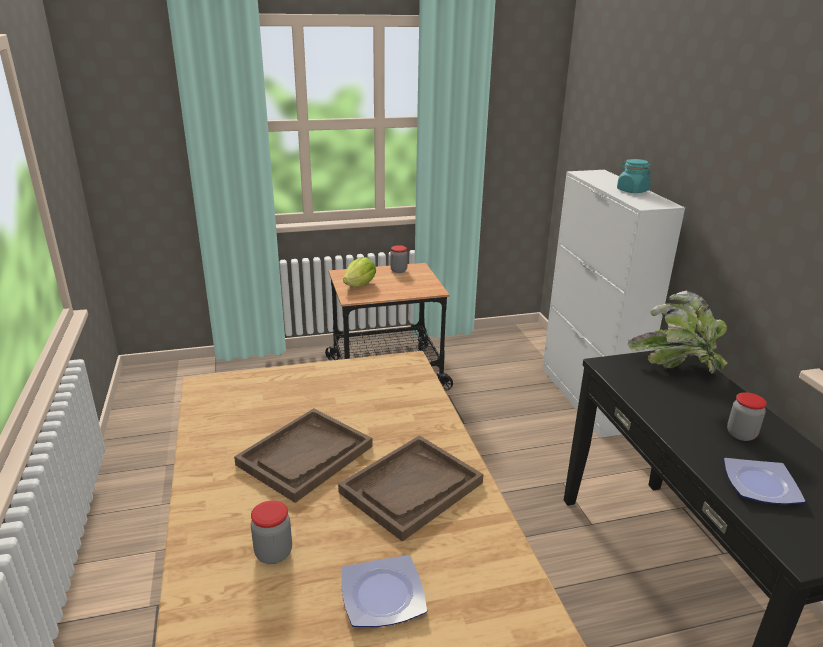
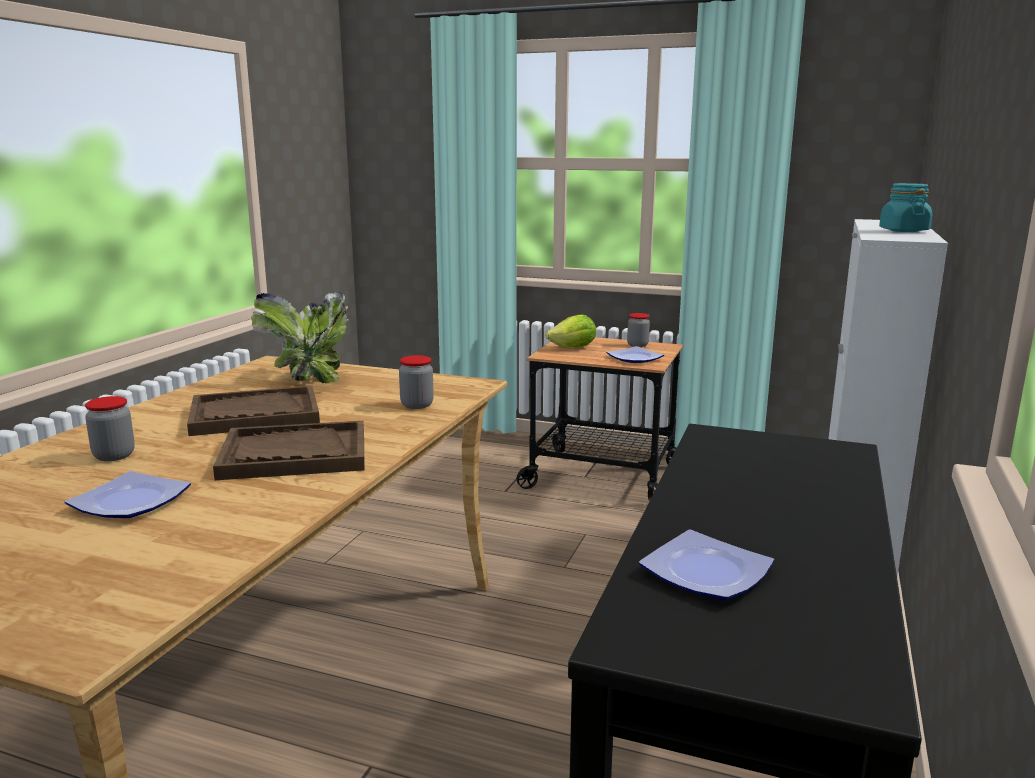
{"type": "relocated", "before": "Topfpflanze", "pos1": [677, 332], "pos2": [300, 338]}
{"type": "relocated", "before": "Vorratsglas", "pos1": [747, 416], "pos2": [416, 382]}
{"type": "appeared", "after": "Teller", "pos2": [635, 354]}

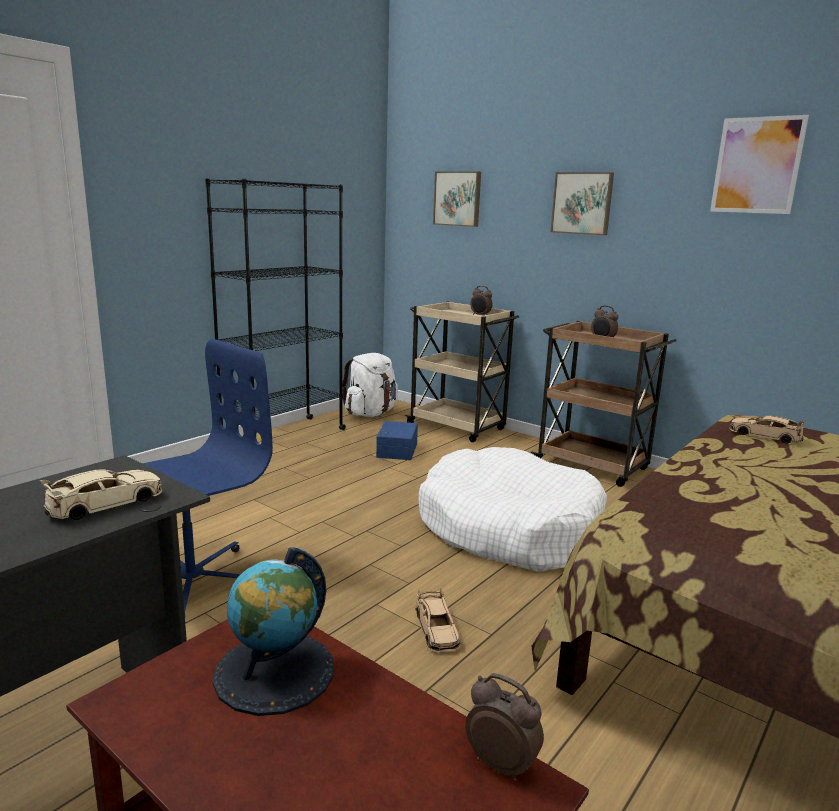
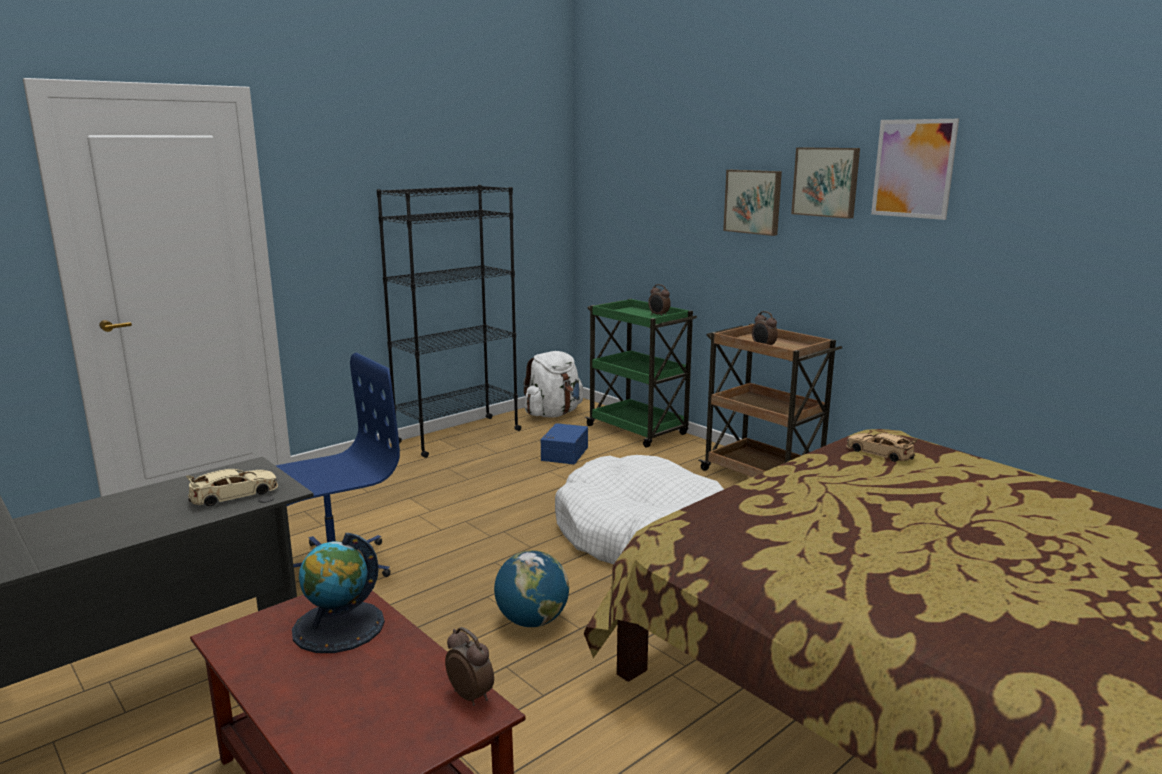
{"type": "exchanged", "before": "Spielzeugauto (beige)", "after": "Globus", "pos1": [438, 620], "pos2": [531, 588]}
{"type": "colour", "before": "Rollwagen (beige)", "after": "Rollwagen (grün)", "pos1": [462, 371], "pos2": [641, 373]}
{"type": "relocated", "before": "Bild", "pos1": [457, 199], "pos2": [825, 183]}

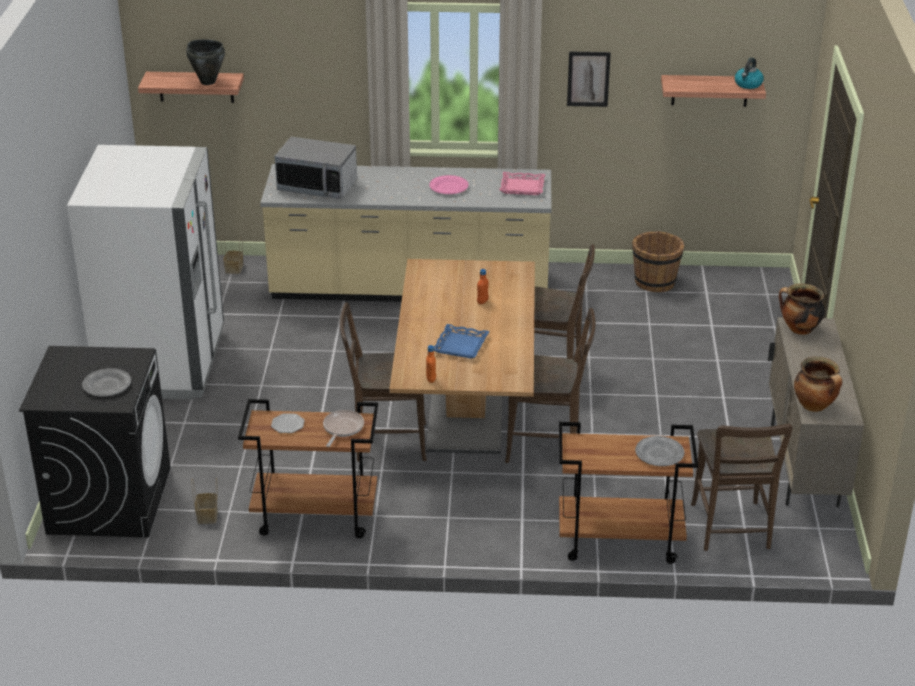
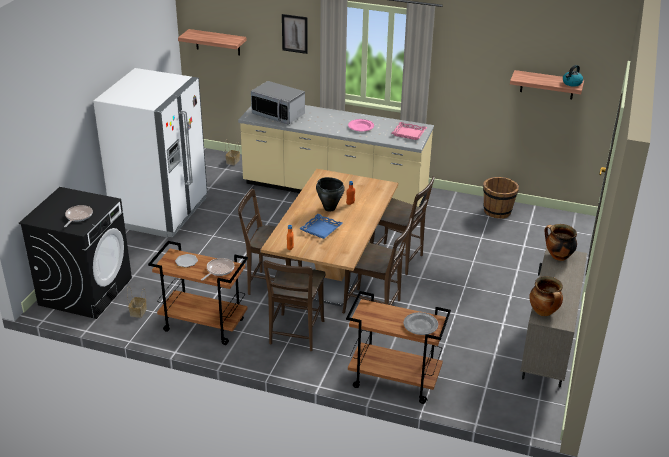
{"type": "exchanged", "before": "Teller (grau)", "after": "Pfanne", "pos1": [106, 382], "pos2": [78, 216]}
{"type": "relocated", "before": "Stuhl (braun)", "pos1": [742, 487], "pos2": [294, 305]}
{"type": "relocated", "before": "Bild", "pos1": [589, 79], "pos2": [295, 34]}
{"type": "relocated", "before": "Kochtopf (schwarz)", "pos1": [205, 62], "pos2": [330, 194]}

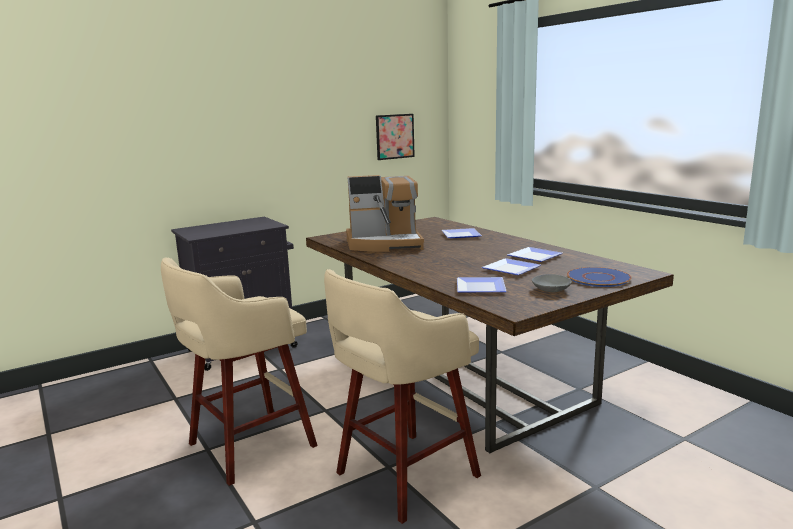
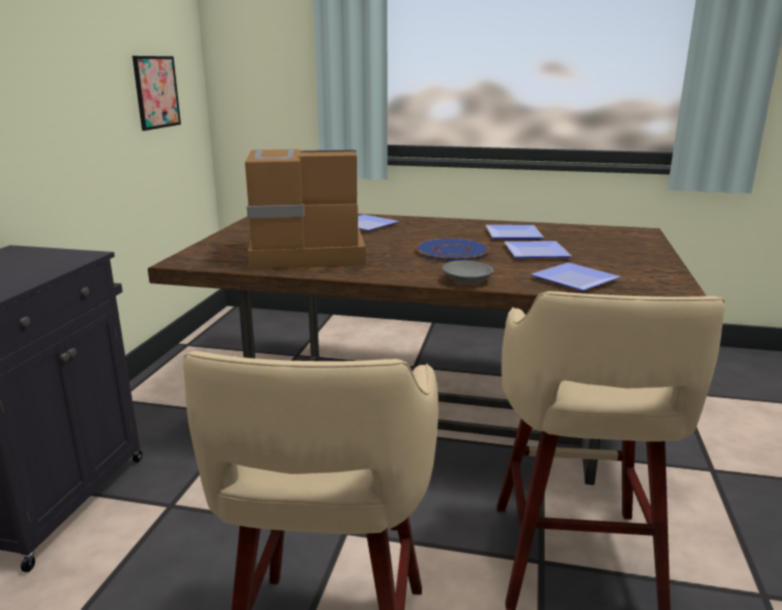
{"type": "spun", "before": "Kaffeemaschine", "pos1": [385, 213], "pos2": [305, 209], "turn": -135}
{"type": "relocated", "before": "Teller (blau)", "pos1": [599, 277], "pos2": [452, 249]}
{"type": "relocated", "before": "Schüssel (grau)", "pos1": [552, 283], "pos2": [468, 272]}

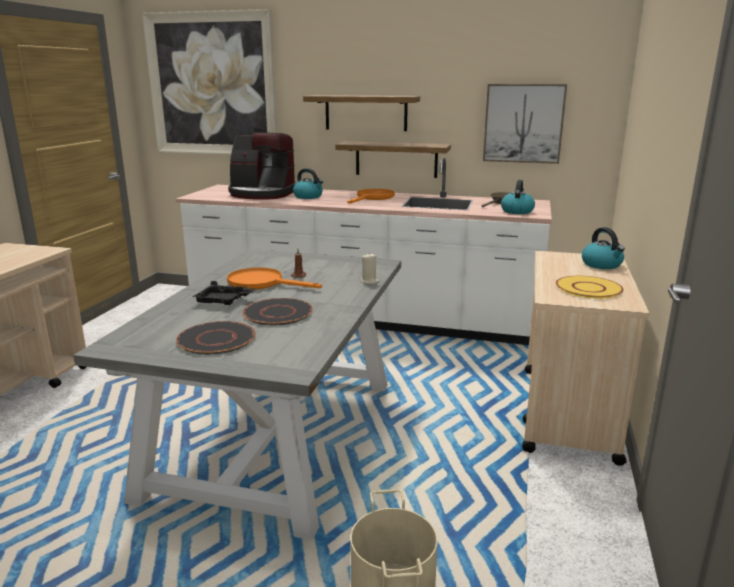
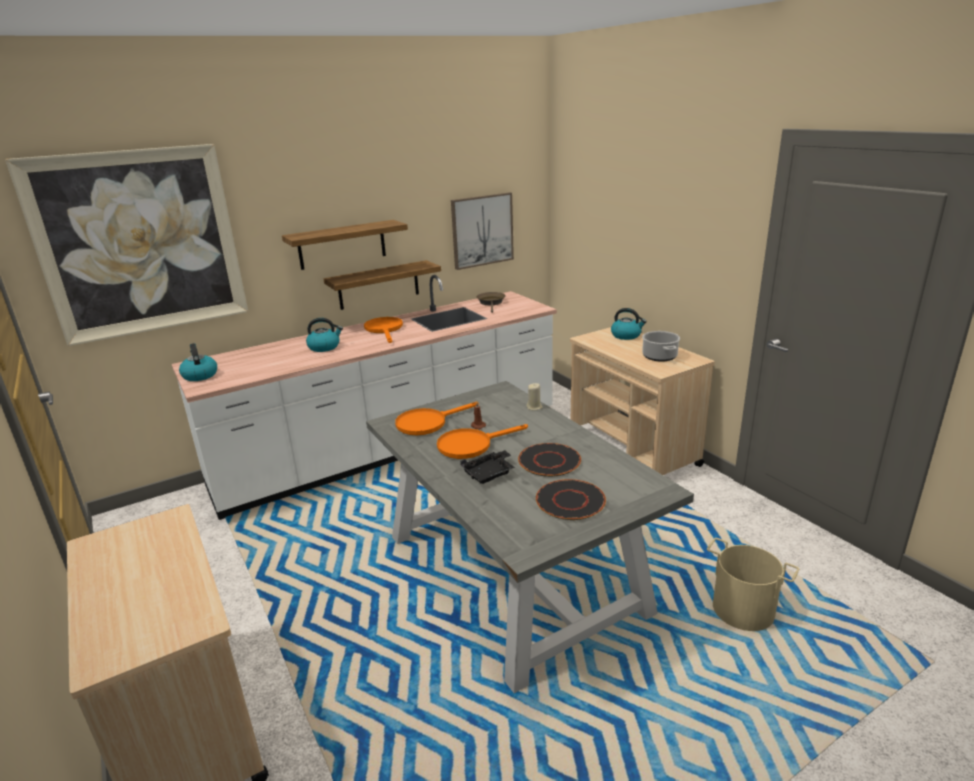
{"type": "relocated", "before": "Wasserkessel", "pos1": [518, 197], "pos2": [198, 362]}
{"type": "appeared", "after": "Pfanne (orange)", "pos2": [436, 418]}
{"type": "exchanged", "before": "Teller (gelb)", "after": "Kochtopf", "pos1": [590, 287], "pos2": [661, 346]}
{"type": "missing", "before": "Kaffeemaschine", "pos1": [262, 166]}

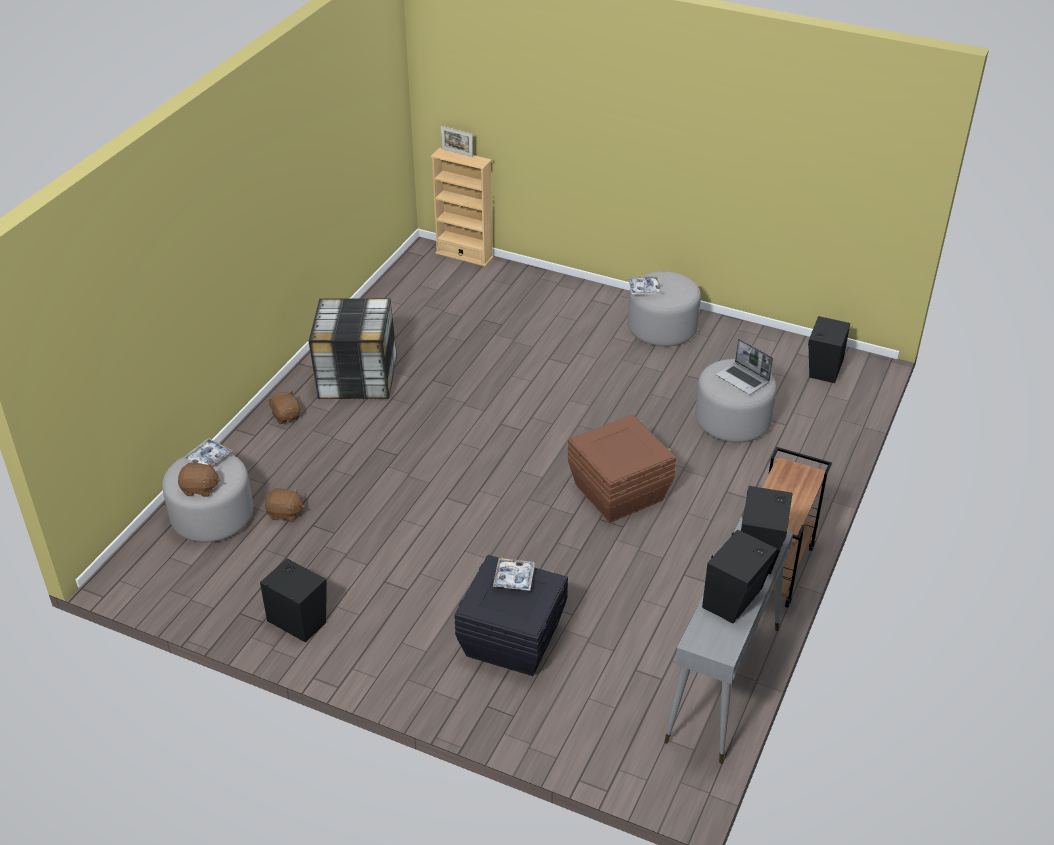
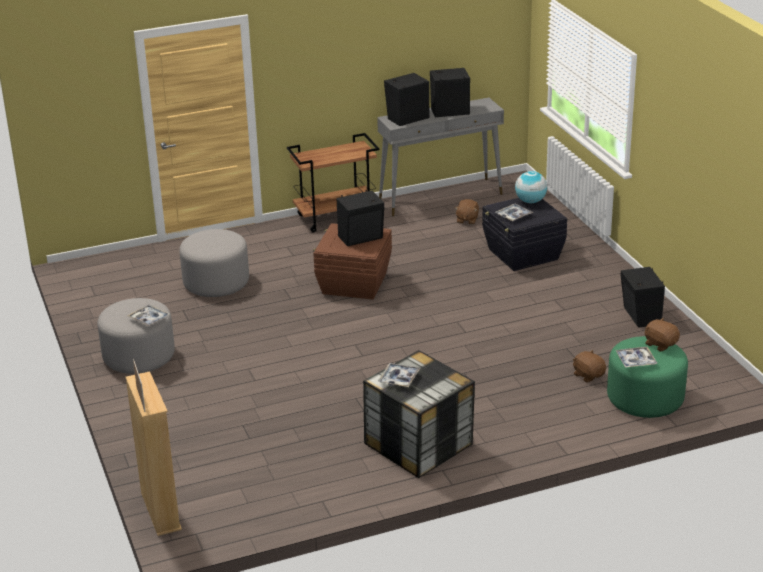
{"type": "relocated", "before": "Lautsprecher (schwarz)", "pos1": [829, 349], "pos2": [360, 218]}
{"type": "appeared", "after": "Tablett", "pos2": [399, 375]}
{"type": "relocated", "before": "Plüschtier (braun)", "pos1": [283, 407], "pos2": [467, 212]}
{"type": "appeared", "after": "Globus", "pos2": [531, 187]}
{"type": "colour", "before": "Polsterhocker (grau)", "after": "Polsterhocker (grün)", "pos1": [207, 497], "pos2": [647, 377]}
{"type": "missing", "before": "Laptop", "pos1": [744, 366]}

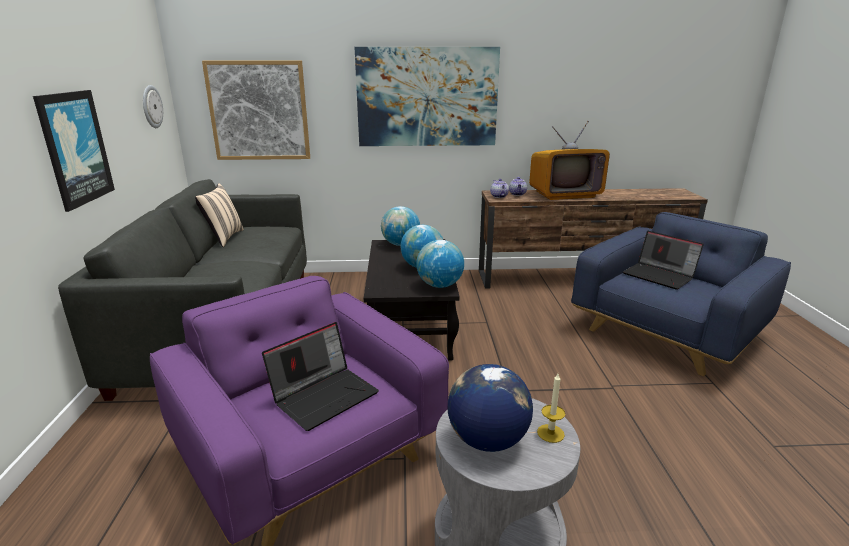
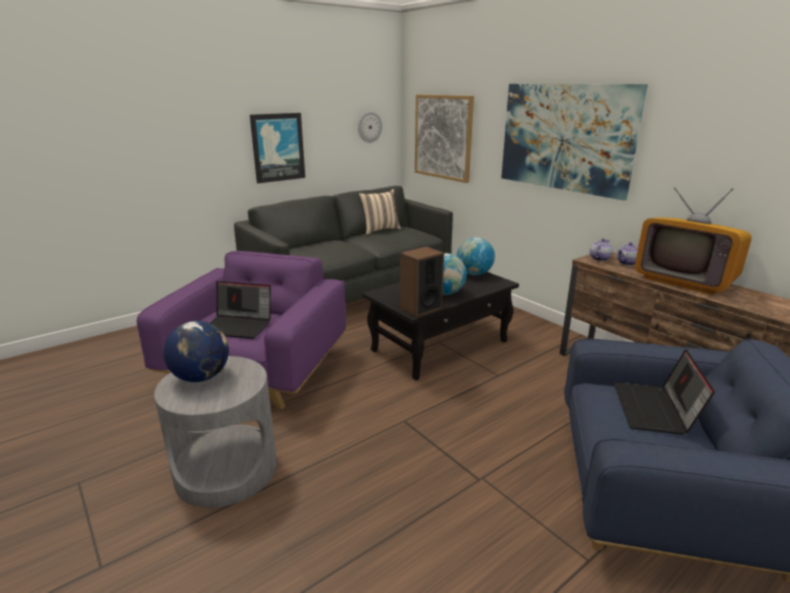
{"type": "exchanged", "before": "Globus", "after": "Lautsprecher", "pos1": [440, 264], "pos2": [422, 281]}
{"type": "missing", "before": "Kerze", "pos1": [551, 408]}

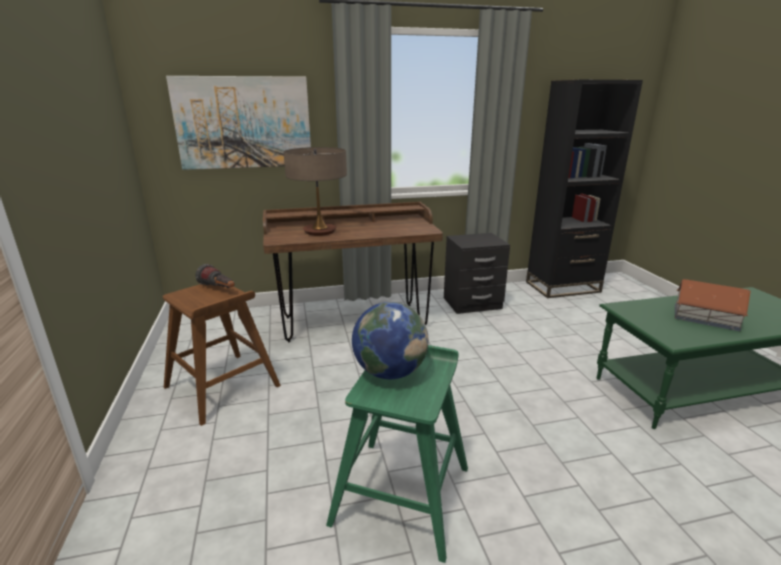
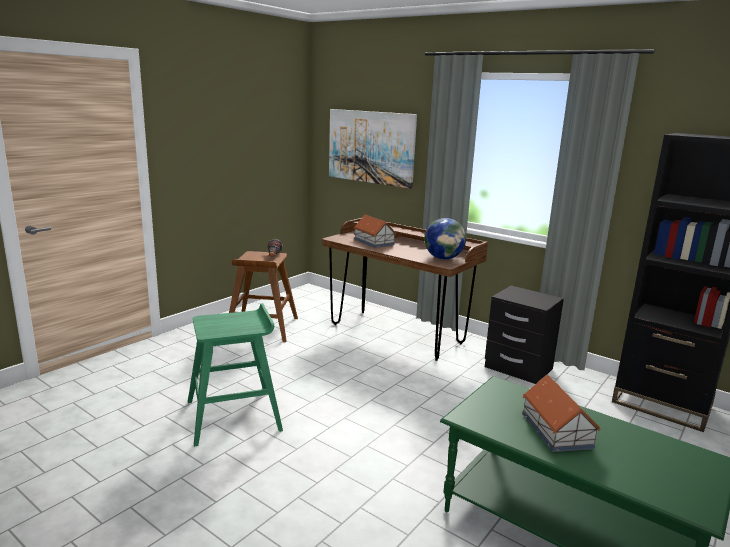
{"type": "exchanged", "before": "Tischlampe", "after": "Spielzeughaus", "pos1": [315, 191], "pos2": [375, 231]}
{"type": "relocated", "before": "Globus", "pos1": [390, 340], "pos2": [445, 238]}

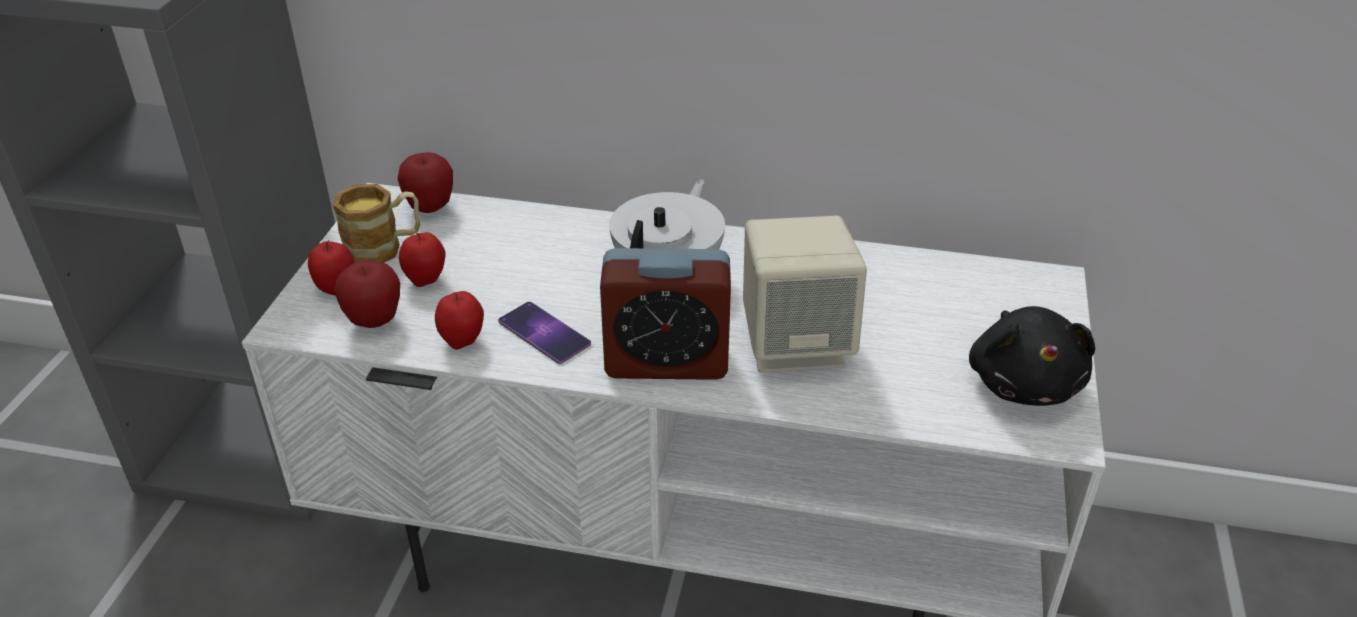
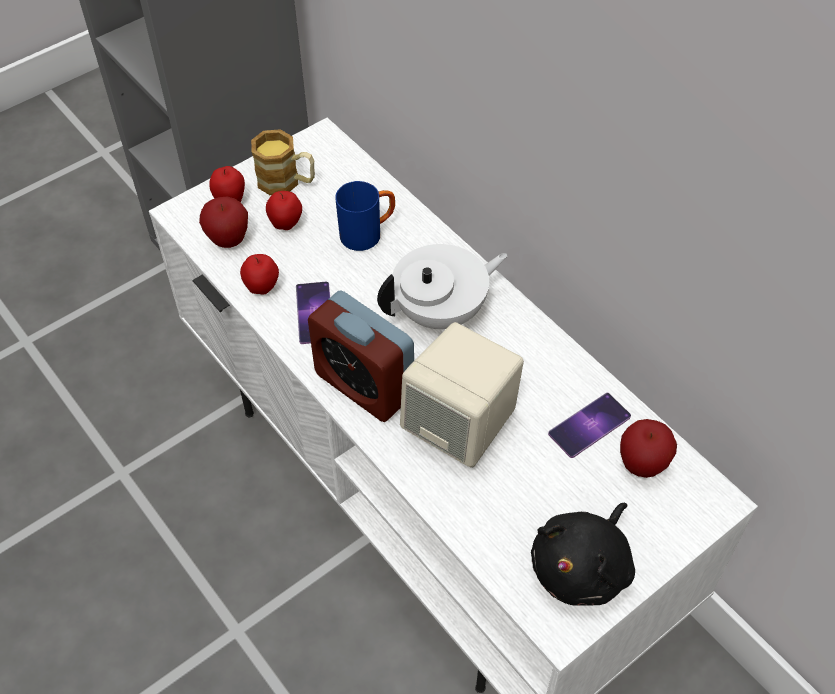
{"type": "appeared", "after": "Henkelbecher (blau)", "pos2": [365, 216]}
{"type": "appeared", "after": "Handy", "pos2": [589, 425]}
{"type": "relocated", "before": "Apfel", "pos1": [425, 182], "pos2": [648, 448]}

